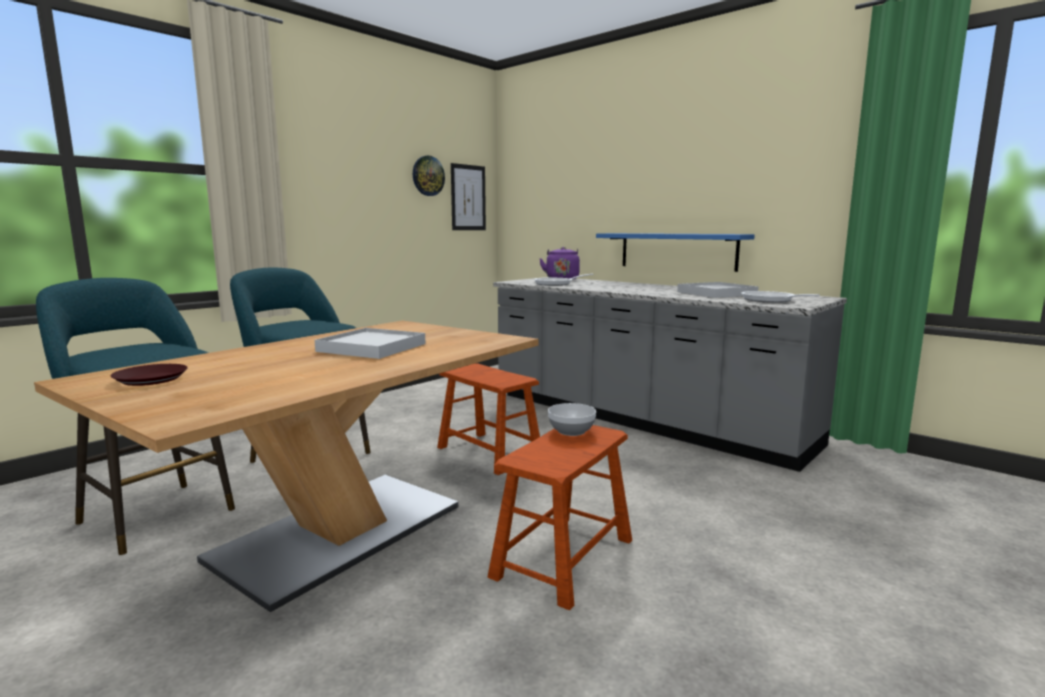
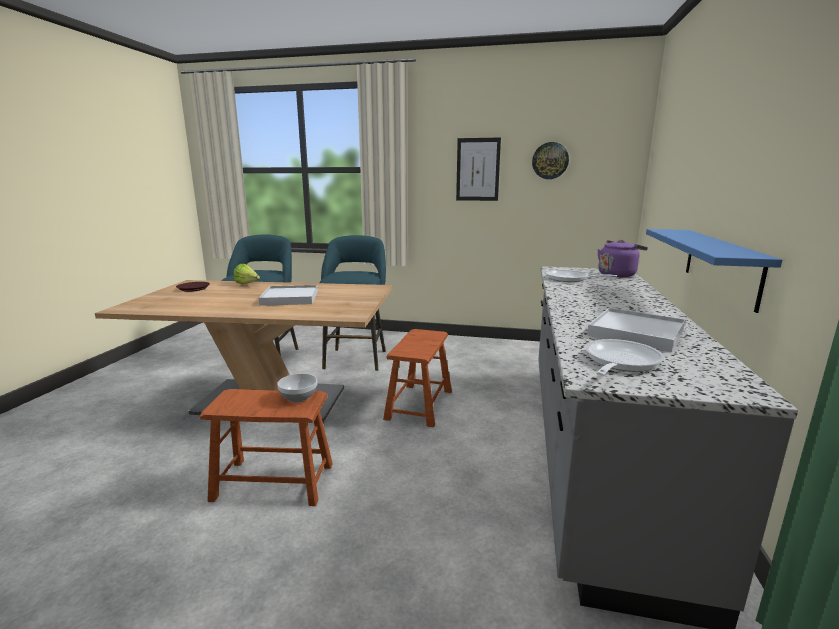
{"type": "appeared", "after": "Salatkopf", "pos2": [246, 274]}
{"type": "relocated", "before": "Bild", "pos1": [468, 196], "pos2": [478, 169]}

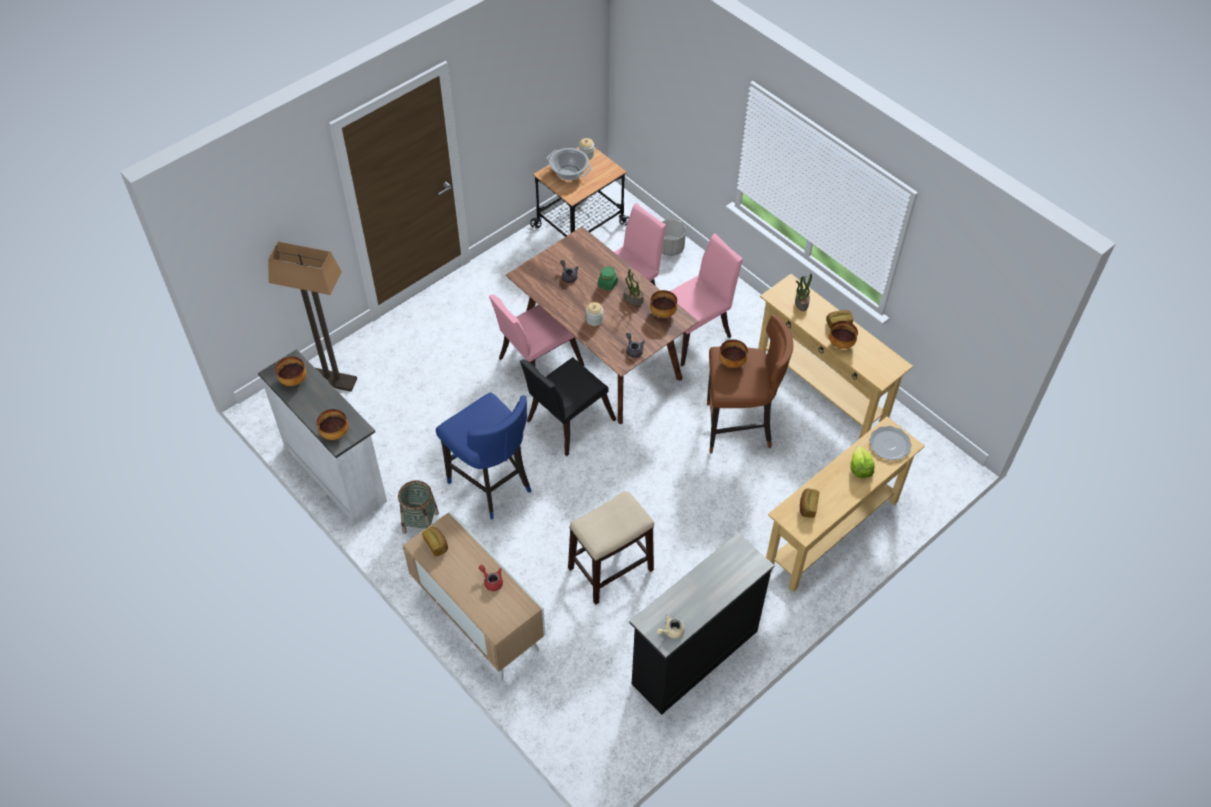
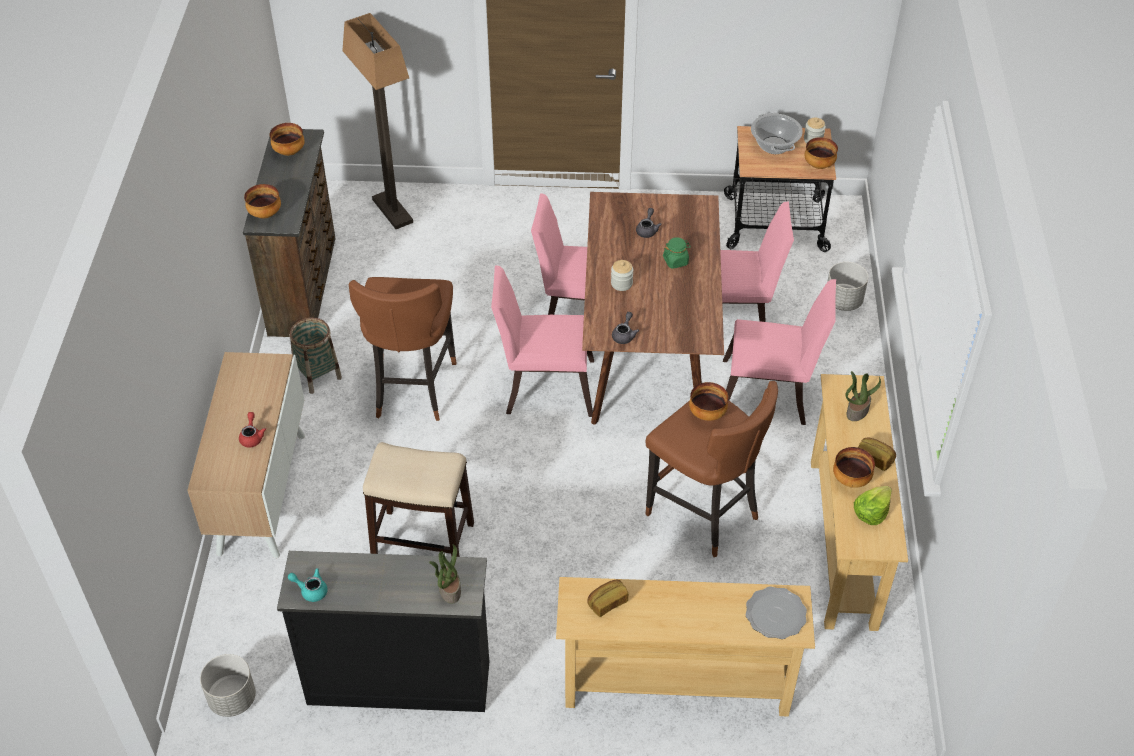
{"type": "appeared", "after": "Pflanzkübel (grau)", "pos2": [228, 685]}
{"type": "colour", "before": "Kommode (weiß)", "after": "Kommode (braun)", "pos1": [322, 436], "pos2": [289, 233]}
{"type": "colour", "before": "Teekanne (beige)", "after": "Teekanne (türkis)", "pos1": [671, 627], "pos2": [308, 585]}
{"type": "colour", "before": "Hocker (blau)", "after": "Hocker (braun)", "pos1": [483, 455], "pos2": [402, 349]}
{"type": "relocated", "before": "Topfpflanze", "pos1": [634, 287], "pos2": [445, 574]}
{"type": "colour", "before": "Stuhl (schwarz)", "after": "Stuhl (rosa)", "pos1": [568, 406], "pos2": [542, 341]}
{"type": "relocated", "before": "Schüssel", "pos1": [663, 304], "pos2": [821, 153]}
{"type": "relocated", "before": "Salatkopf", "pos1": [862, 462], "pos2": [873, 505]}
{"type": "missing", "before": "Brot", "pos1": [435, 542]}

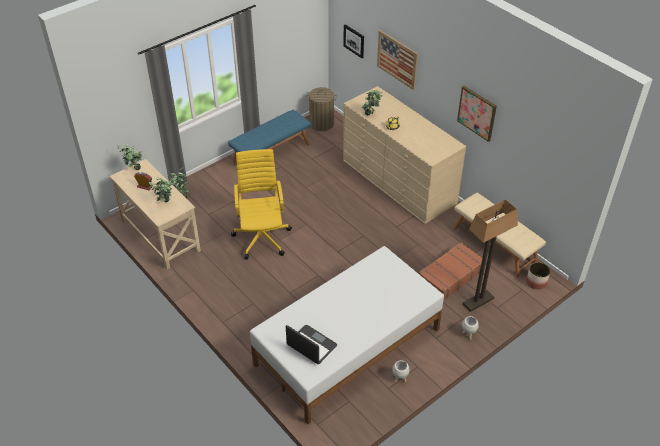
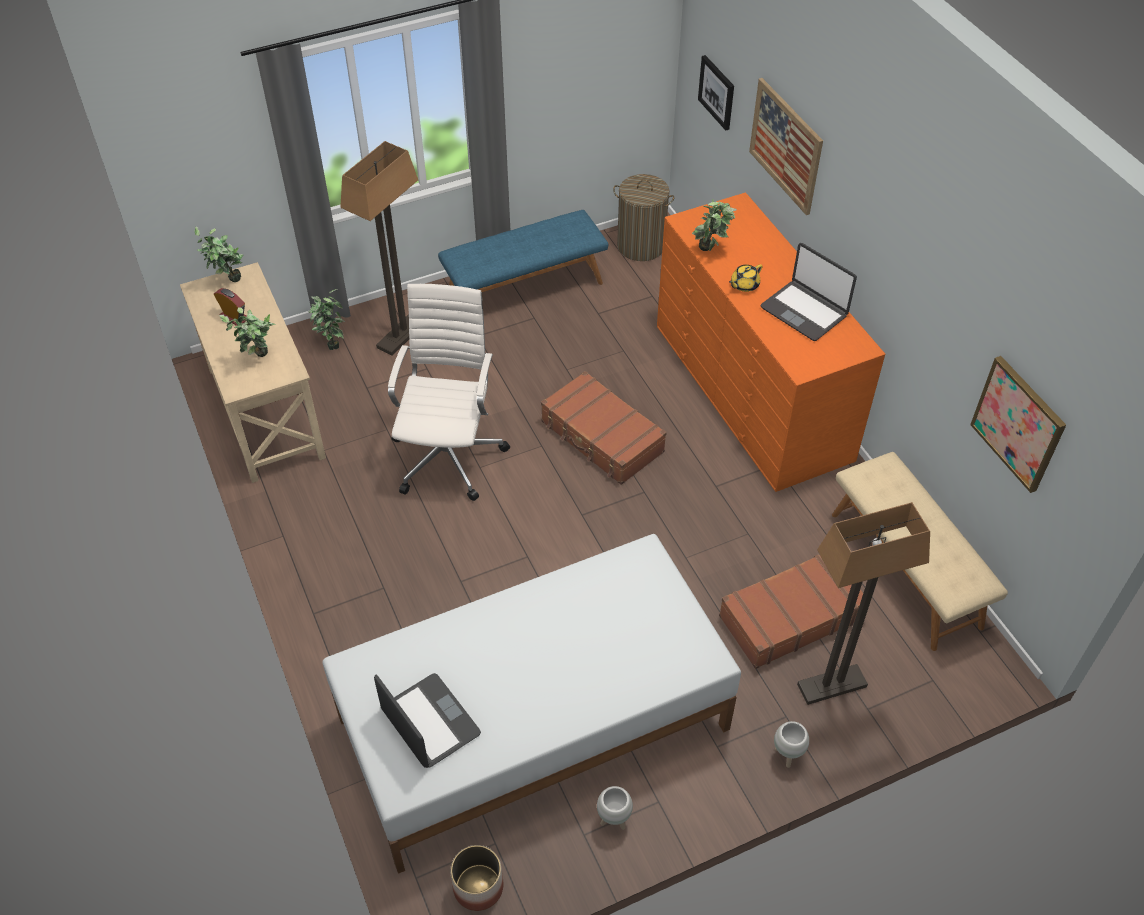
{"type": "appeared", "after": "Stehlampe", "pos2": [379, 248]}
{"type": "colour", "before": "Bürostuhl (gelb)", "after": "Bürostuhl (weiß)", "pos1": [261, 204], "pos2": [449, 392]}
{"type": "relocated", "before": "Pflanzkübel", "pos1": [538, 276], "pos2": [476, 878]}
{"type": "appeared", "after": "Koffer (braun)", "pos2": [604, 428]}
{"type": "colour", "before": "Kommode (beige)", "after": "Kommode (orange)", "pos1": [404, 155], "pos2": [771, 342]}
{"type": "appeared", "after": "Laptop", "pos2": [809, 292]}
{"type": "relocated", "before": "Bild", "pos1": [477, 114], "pos2": [1018, 424]}

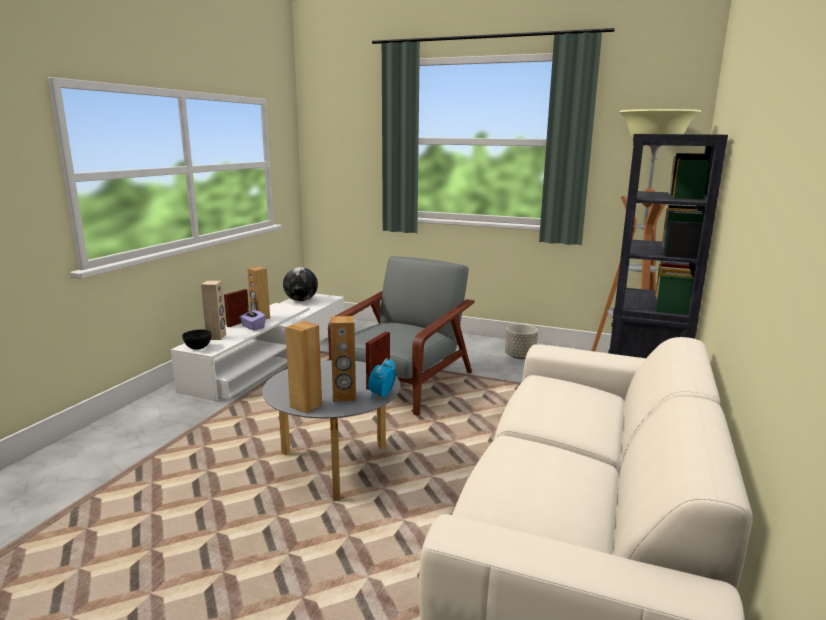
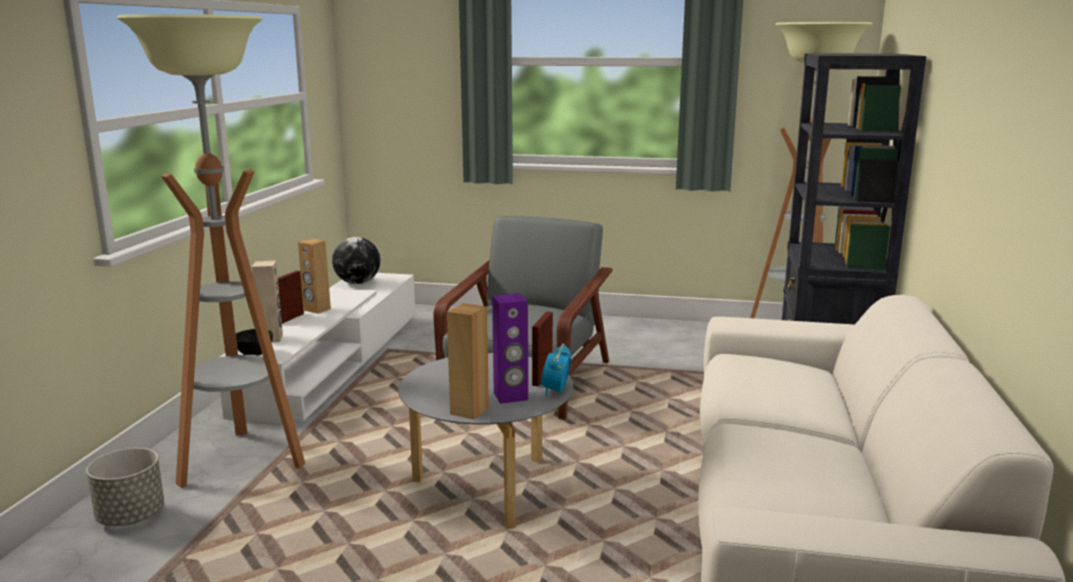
{"type": "relocated", "before": "Pflanzkübel (grau)", "pos1": [521, 341], "pos2": [125, 487]}
{"type": "appeared", "after": "Stehlampe", "pos2": [211, 251]}
{"type": "colour", "before": "Lautsprecher (braun)", "after": "Lautsprecher (lila)", "pos1": [343, 359], "pos2": [510, 348]}
{"type": "missing", "before": "Taschentuchbox (lila)", "pos1": [252, 319]}

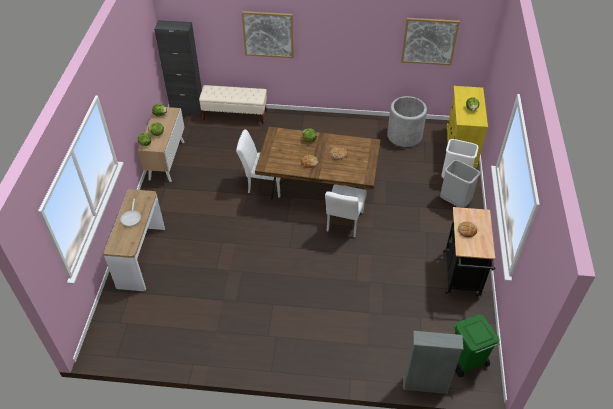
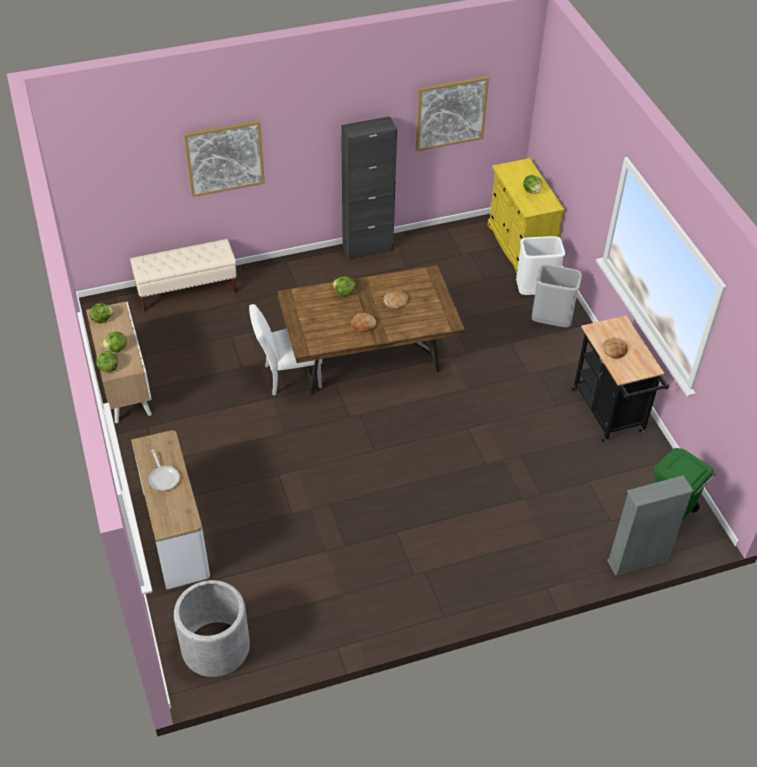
{"type": "relocated", "before": "Pflanzkübel (grau)", "pos1": [407, 121], "pos2": [212, 628]}
{"type": "relocated", "before": "Schrank (schwarz)", "pos1": [178, 67], "pos2": [369, 188]}
{"type": "missing", "before": "Stuhl (weiß)", "pos1": [346, 210]}

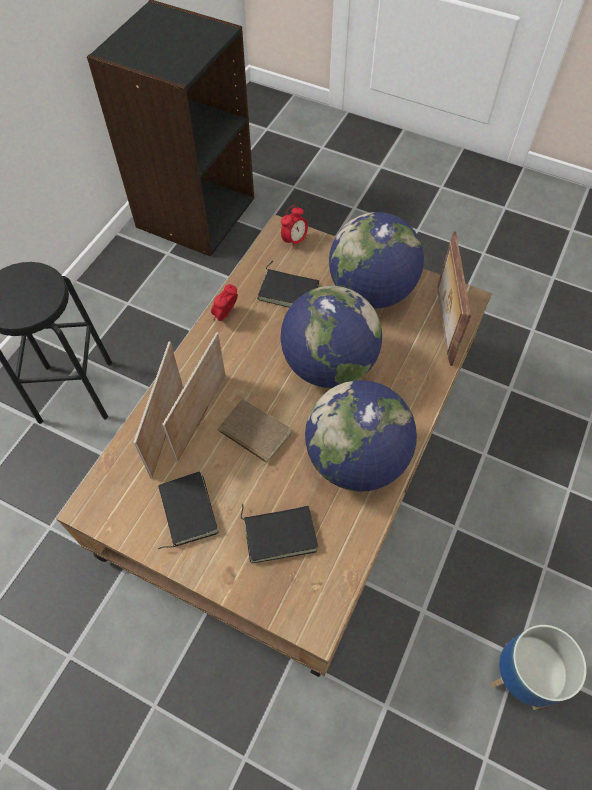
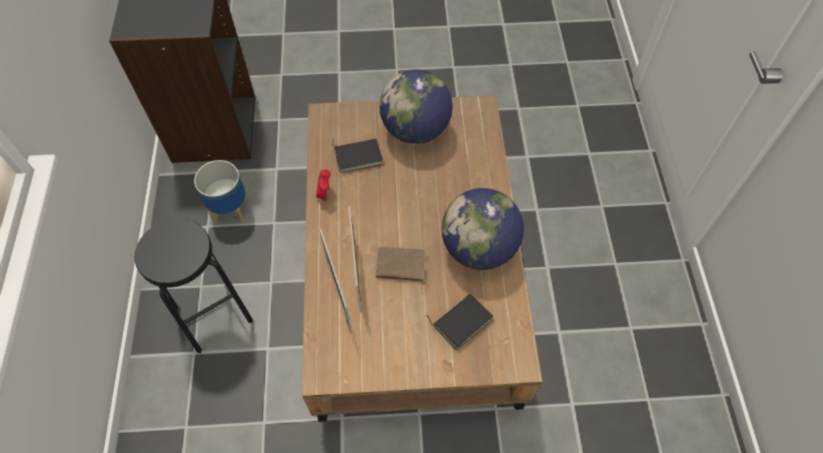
{"type": "relocated", "before": "Pflanzkübel", "pos1": [539, 667], "pos2": [220, 191]}
{"type": "missing", "before": "Buch (schwarz)", "pos1": [188, 510]}
{"type": "missing", "before": "Globus", "pos1": [331, 337]}
{"type": "missing", "before": "Wecker", "pos1": [294, 227]}
{"type": "missing", "before": "Bilderrahmen", "pos1": [454, 299]}

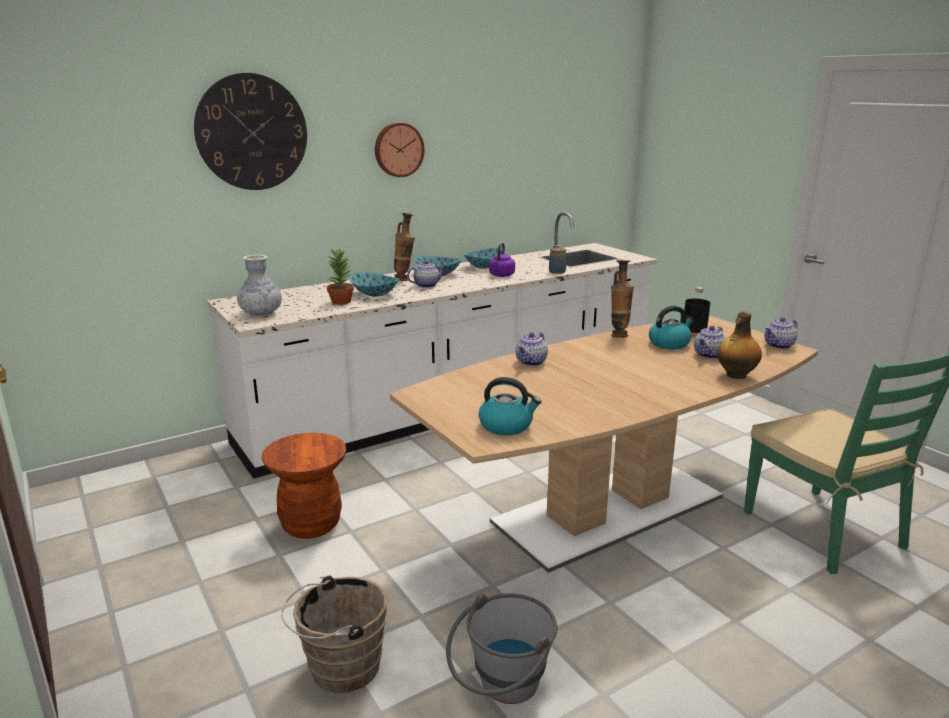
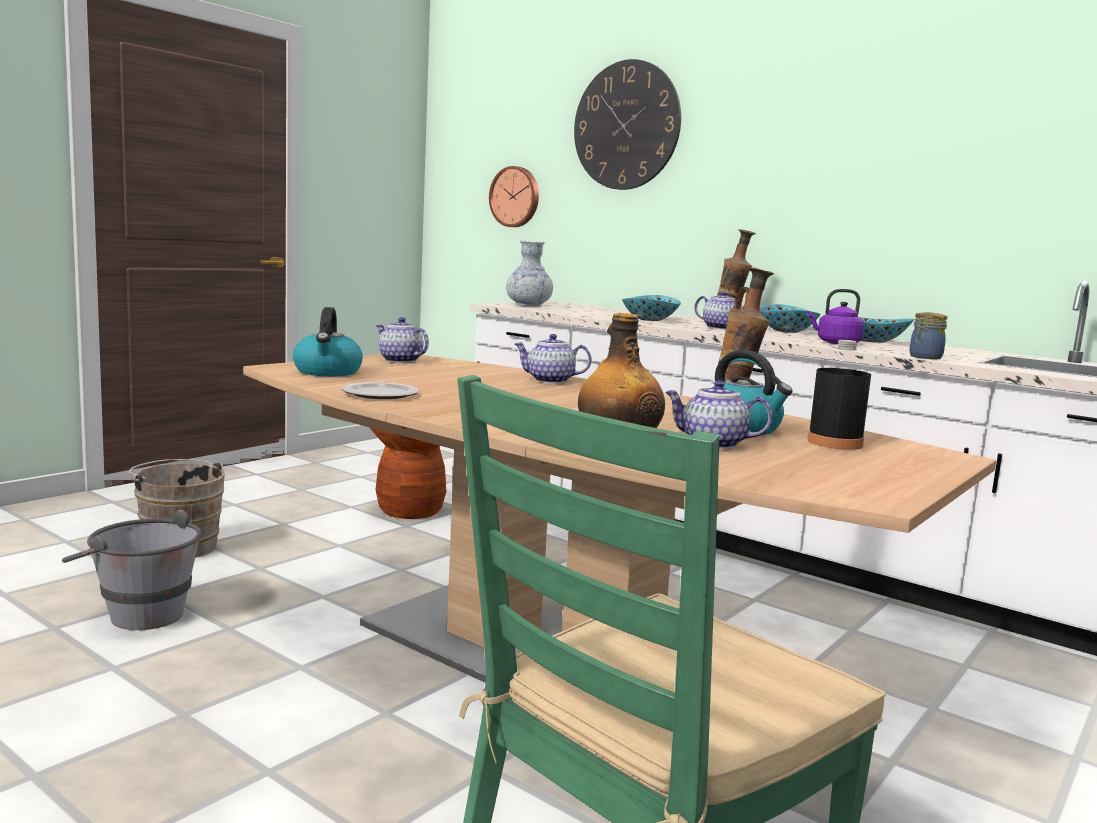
{"type": "appeared", "after": "Teller", "pos2": [381, 390]}
{"type": "relocated", "before": "Teekanne", "pos1": [781, 333], "pos2": [402, 340]}
{"type": "relocated", "before": "Wanduhr", "pos1": [399, 149], "pos2": [514, 196]}
{"type": "missing", "before": "Topfpflanze", "pos1": [340, 276]}

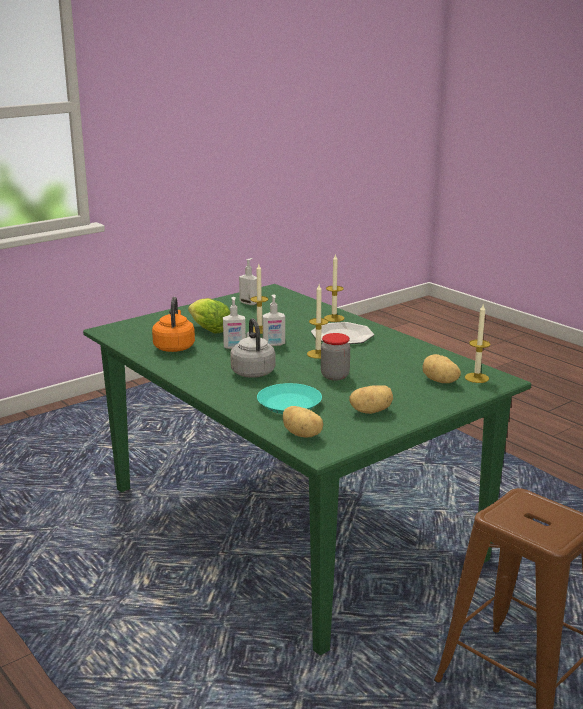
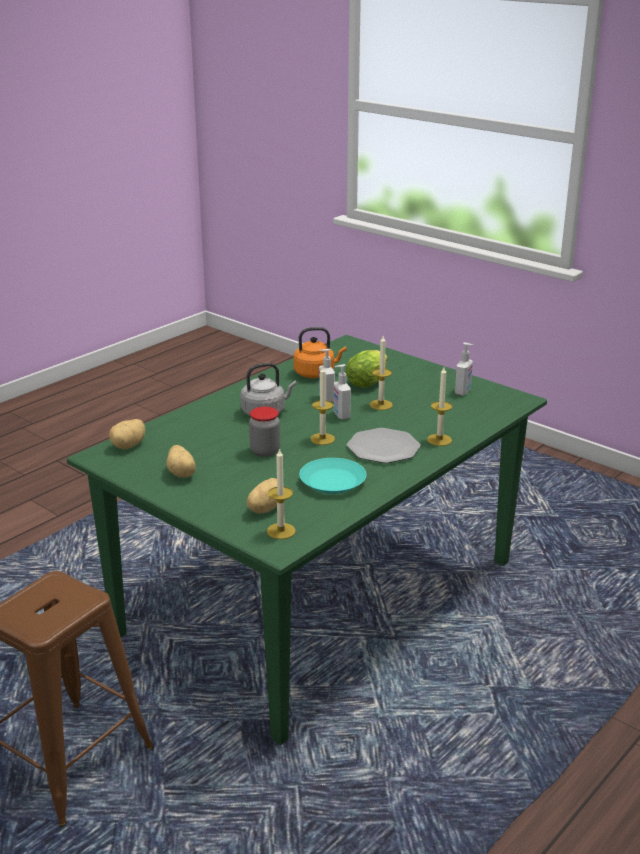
{"type": "relocated", "before": "Teller (türkis)", "pos1": [289, 398], "pos2": [332, 476]}

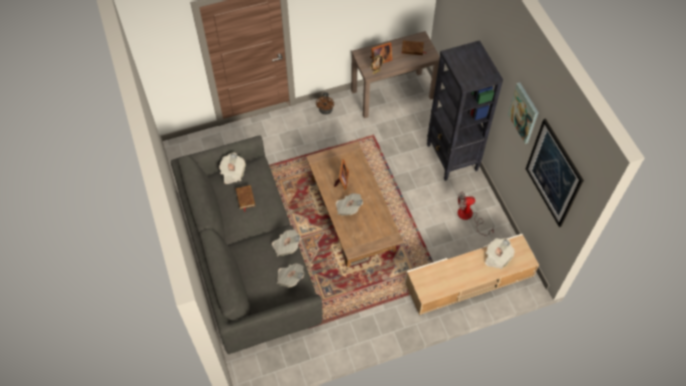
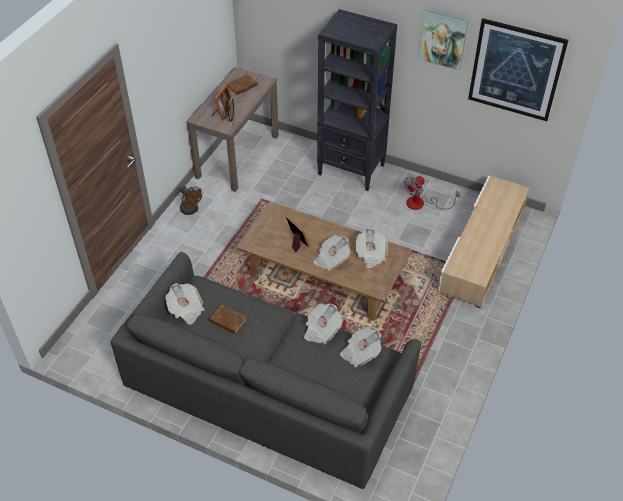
{"type": "relocated", "before": "Zeitung", "pos1": [500, 253], "pos2": [371, 248]}

